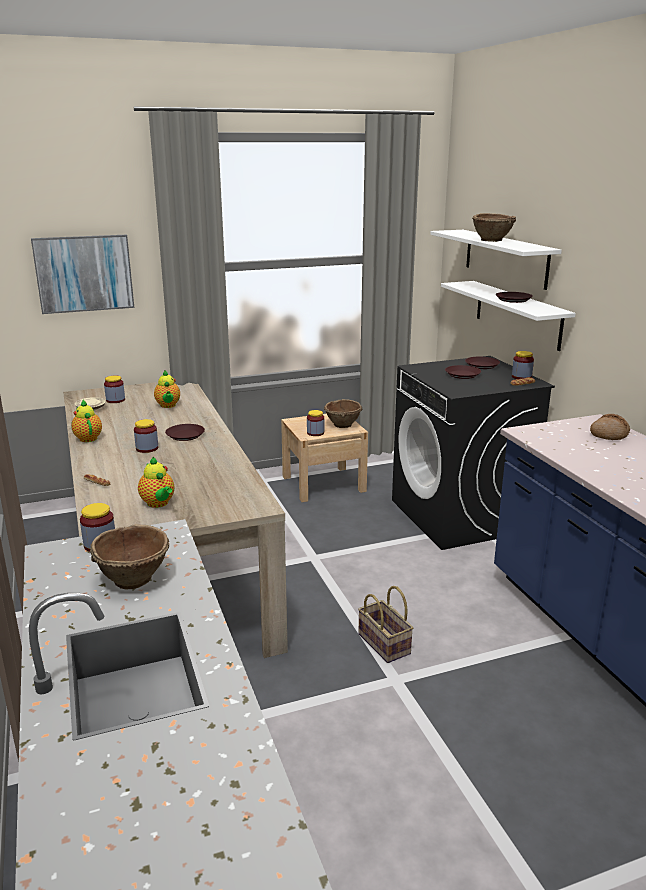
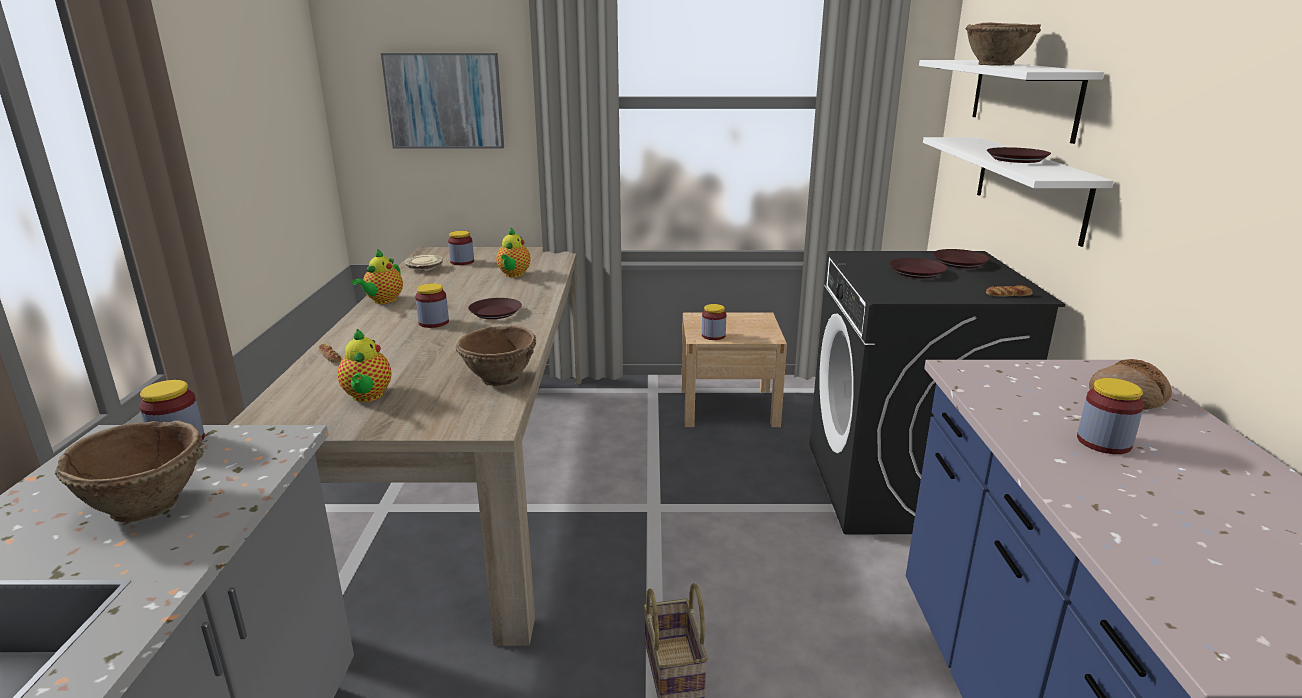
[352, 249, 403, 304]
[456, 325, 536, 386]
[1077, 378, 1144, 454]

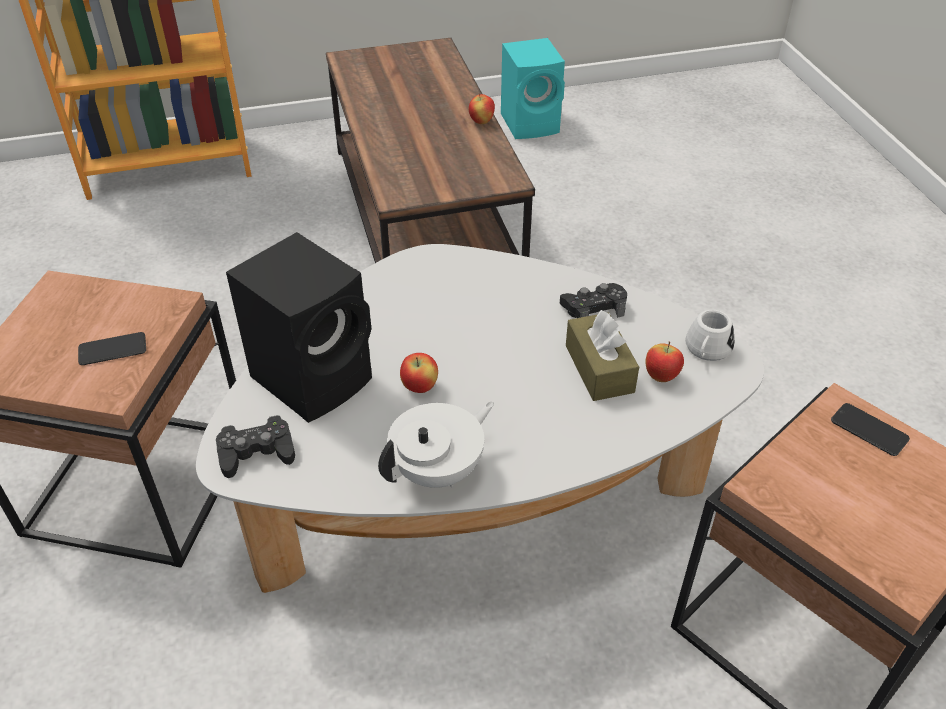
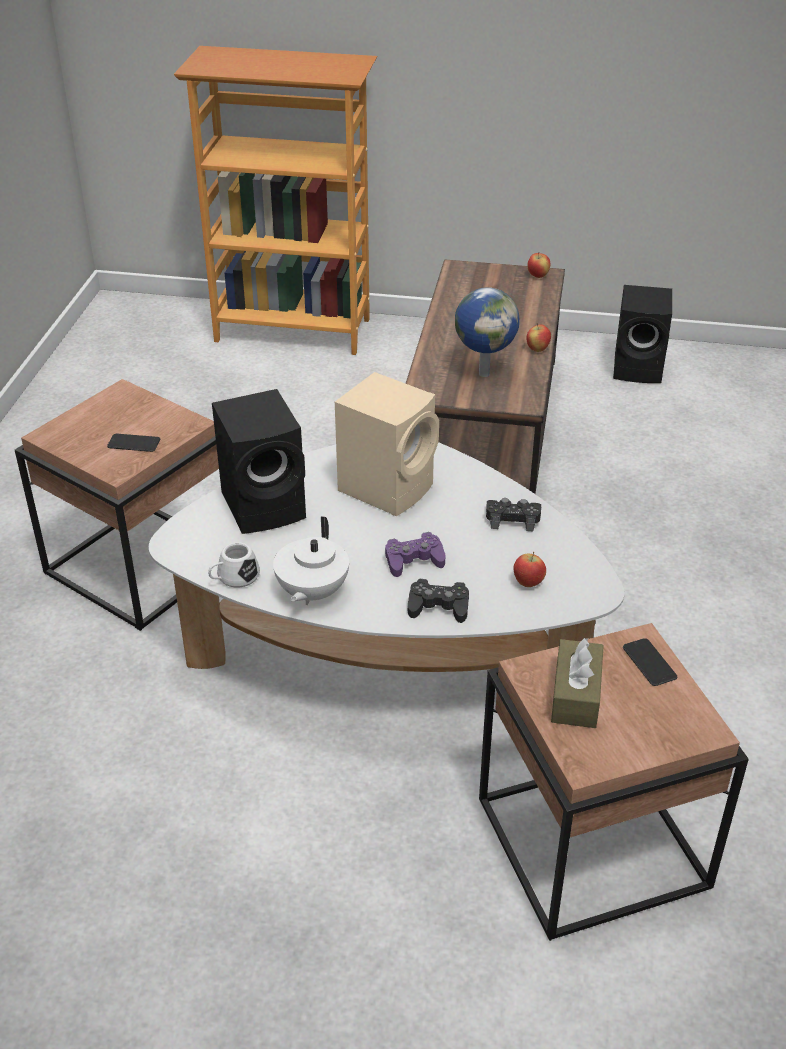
[208, 542, 260, 588]
[273, 516, 349, 605]
[335, 372, 439, 516]
[385, 532, 445, 577]
[408, 579, 469, 623]
[455, 287, 520, 377]
[527, 252, 550, 278]
[551, 638, 604, 728]
[613, 285, 672, 383]

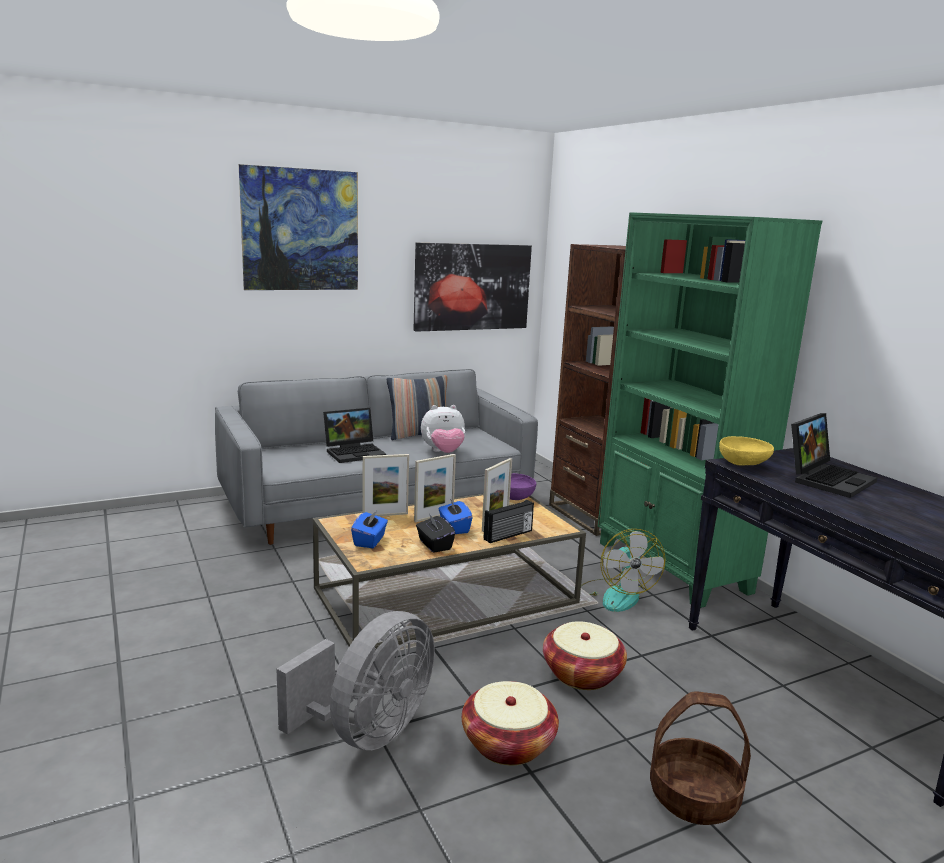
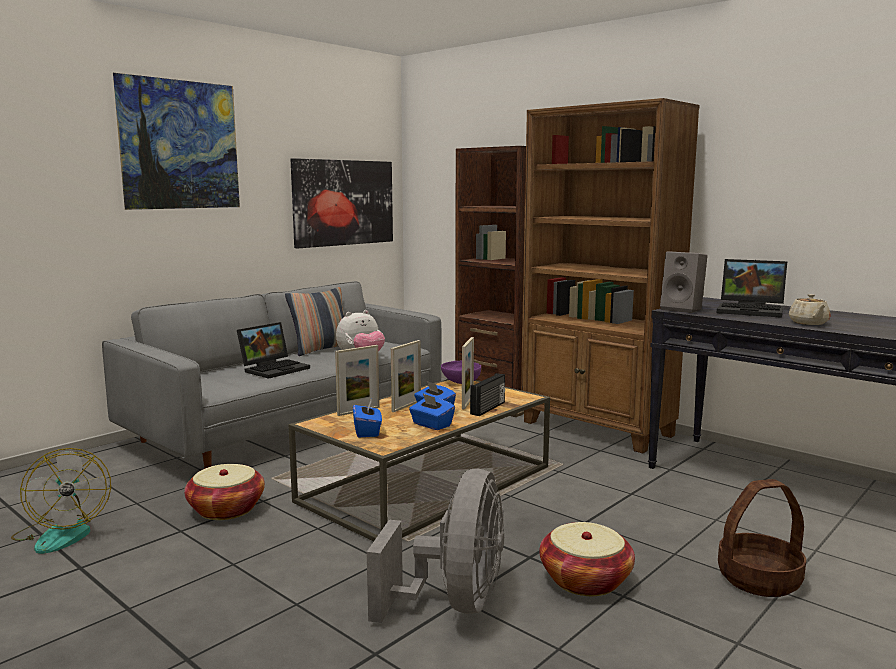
[11, 448, 111, 554]
[184, 464, 265, 520]
[409, 394, 455, 430]
[521, 98, 700, 453]
[660, 251, 708, 313]
[717, 259, 787, 318]
[789, 294, 831, 325]

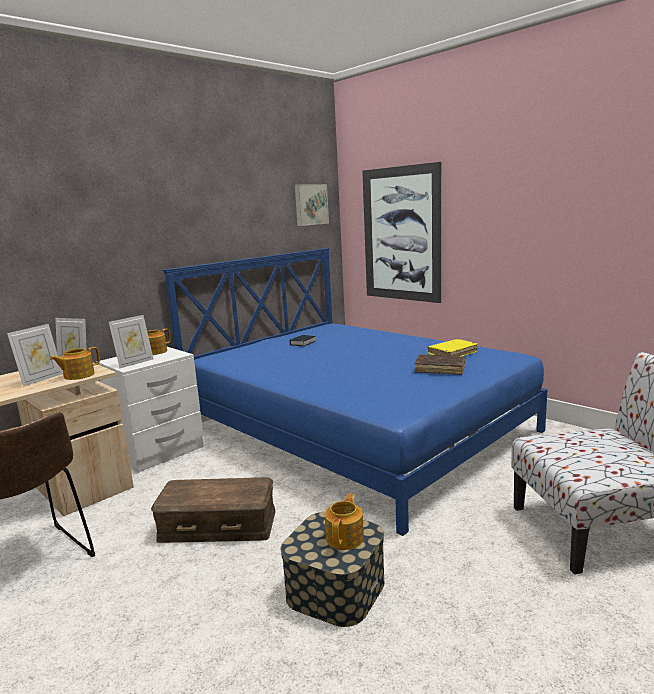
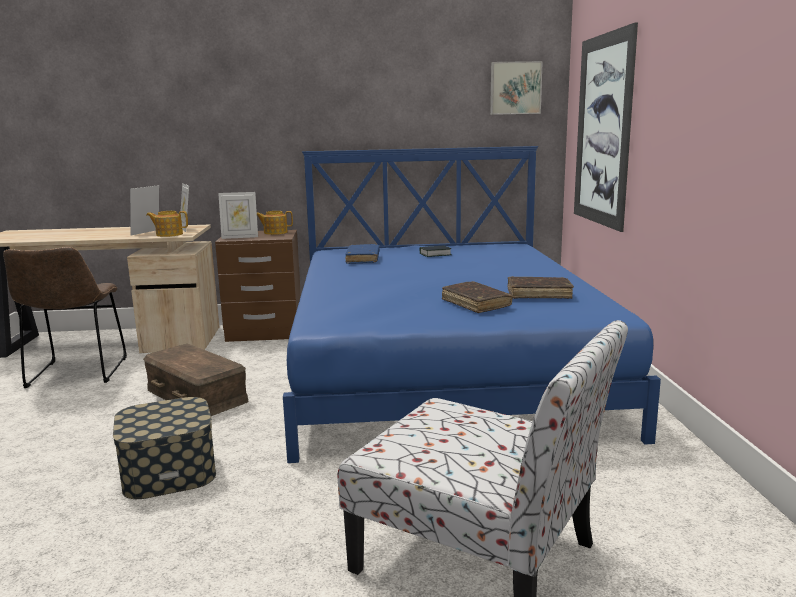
[130, 185, 159, 236]
[215, 230, 301, 342]
[345, 244, 380, 264]
[508, 276, 574, 299]
[325, 493, 364, 550] (first image)

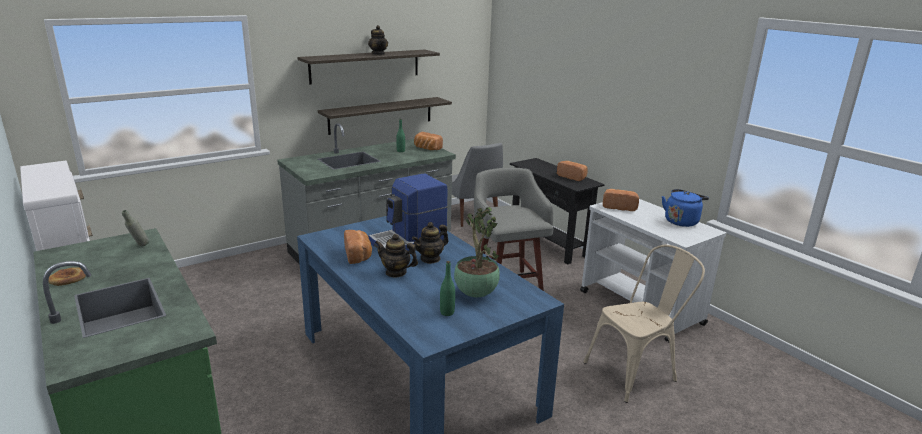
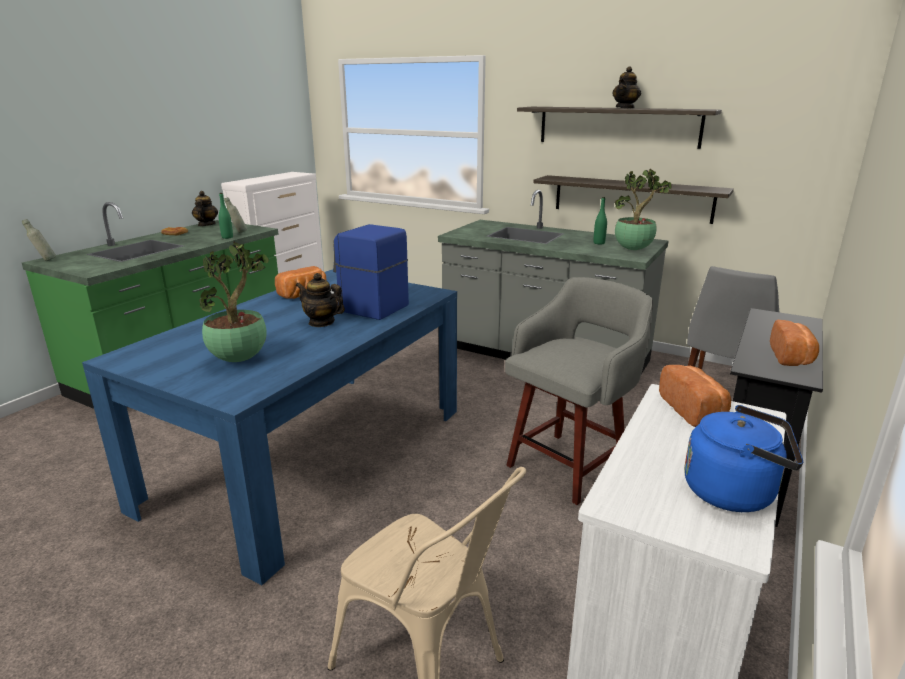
[22, 219, 56, 261]
[192, 191, 218, 226]
[218, 193, 233, 239]
[615, 169, 672, 250]

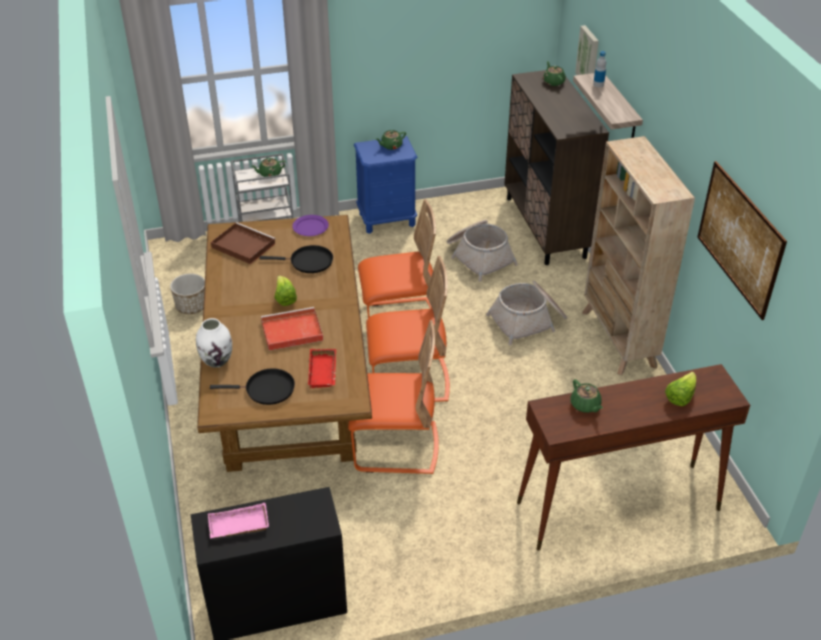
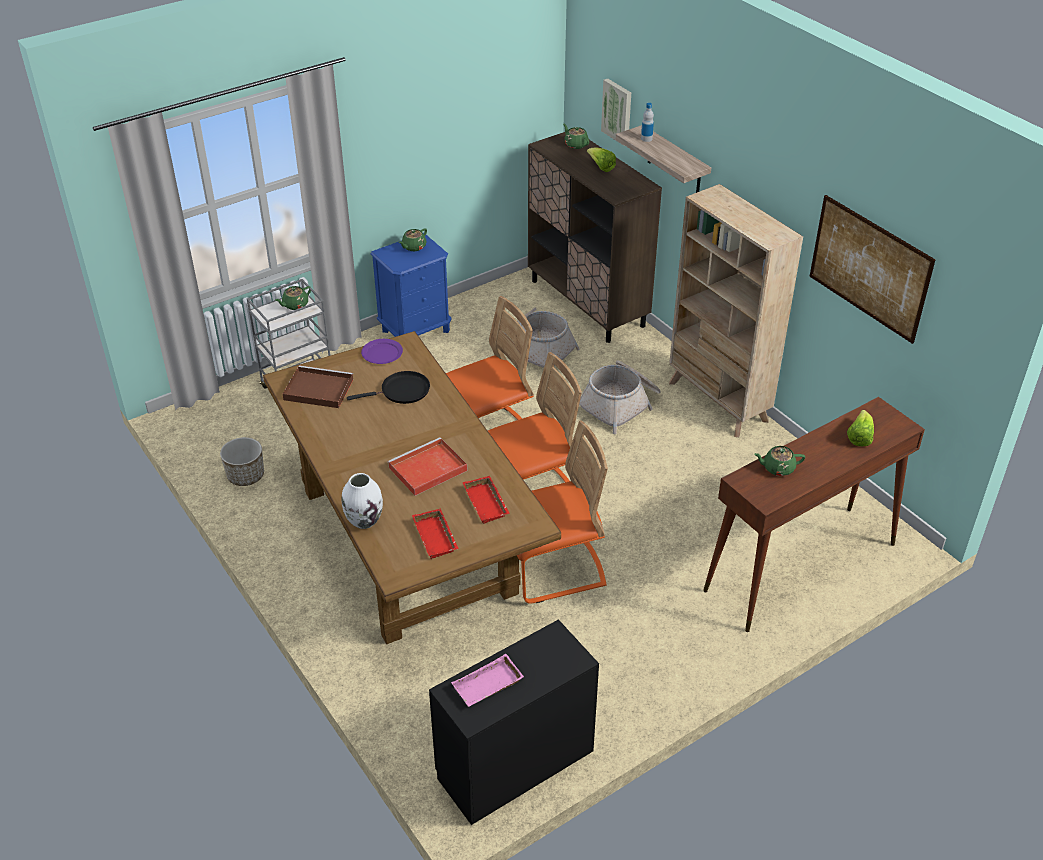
[412, 509, 459, 559]
[587, 147, 616, 172]
[754, 446, 805, 476]

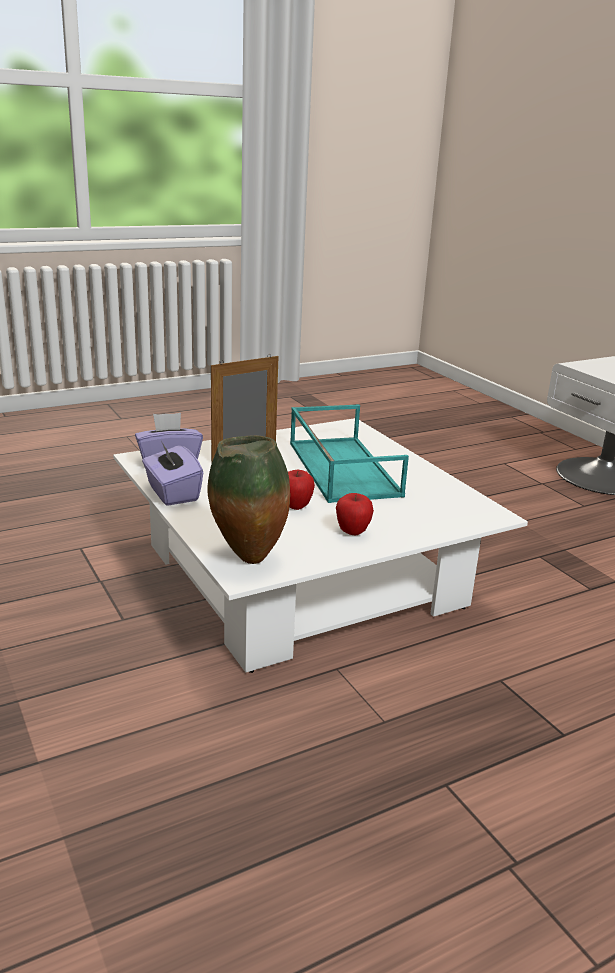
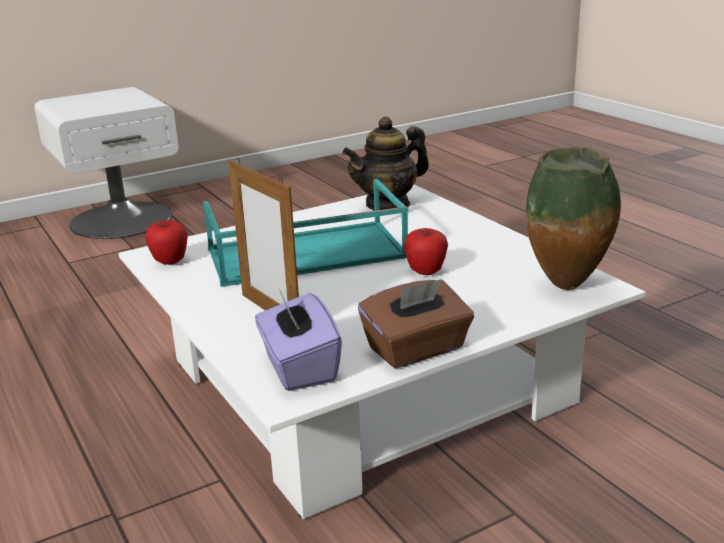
[145, 220, 188, 265]
[342, 116, 429, 210]
[358, 279, 474, 368]

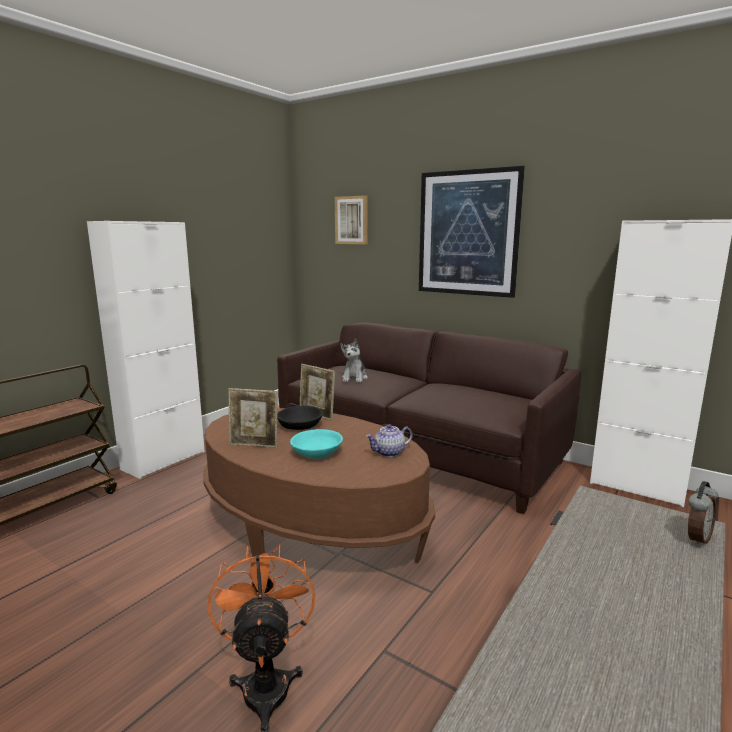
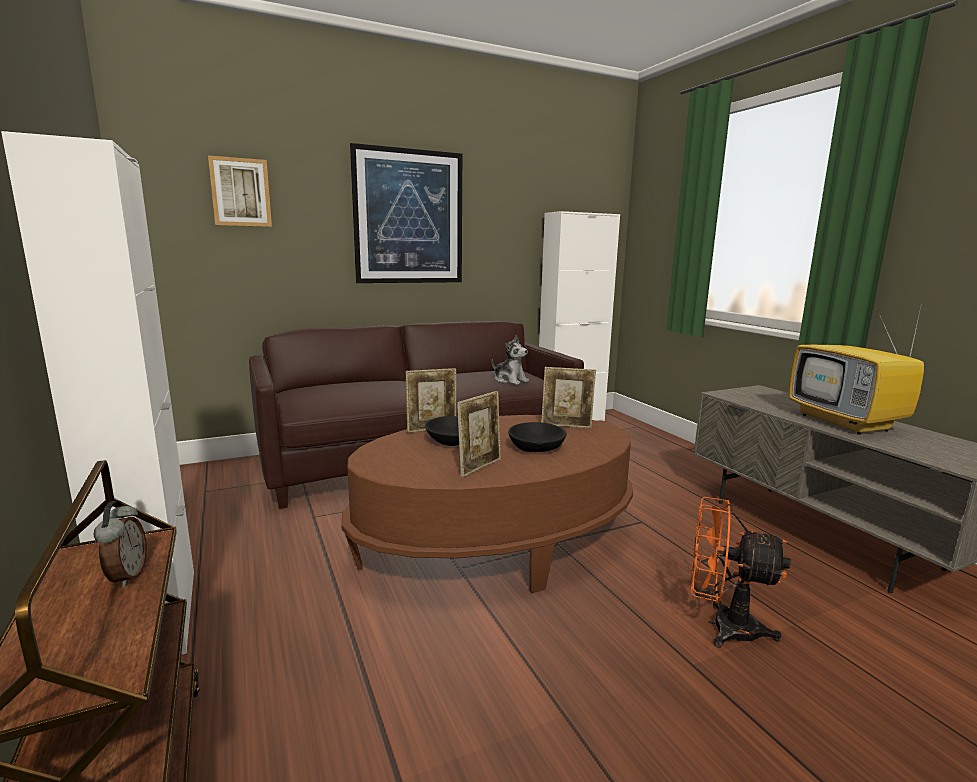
[94, 501, 147, 587]
[492, 335, 529, 385]
[508, 422, 567, 452]
[541, 367, 596, 428]
[789, 303, 924, 435]

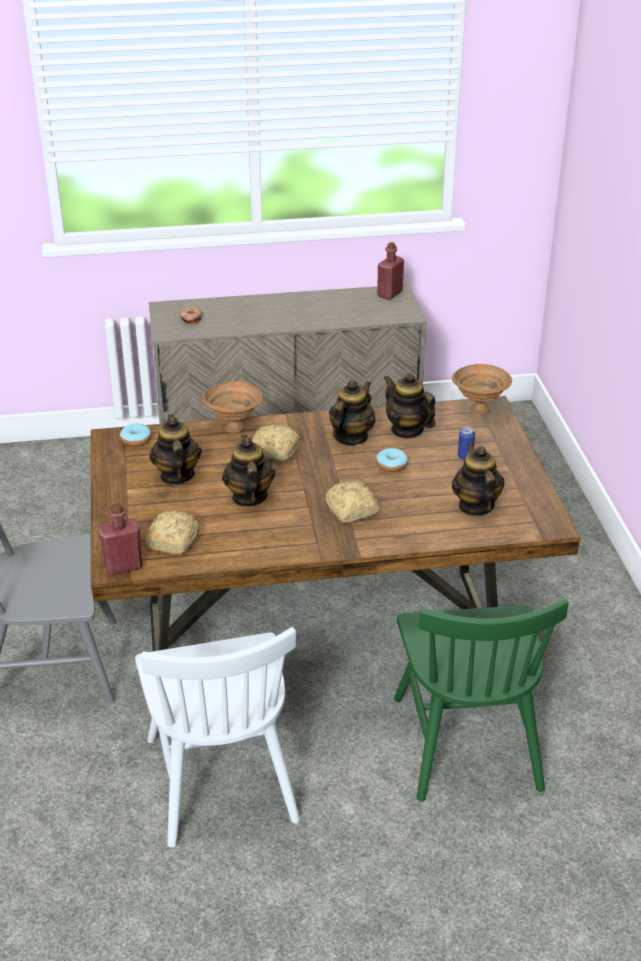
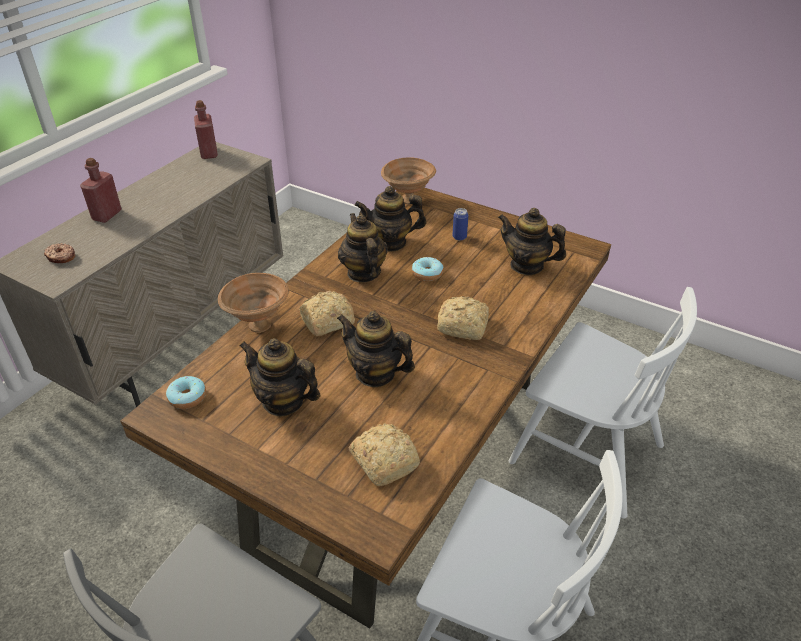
[80, 158, 122, 223]
[509, 287, 697, 519]

